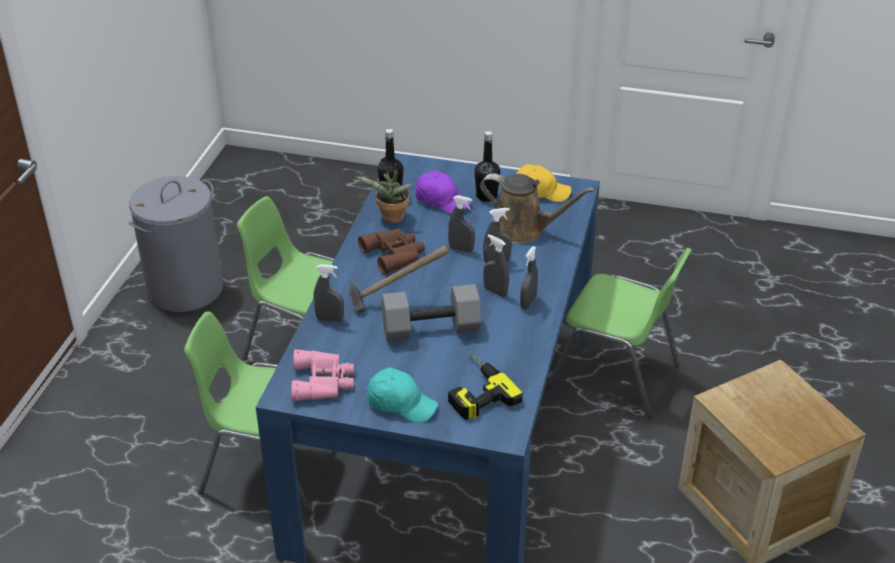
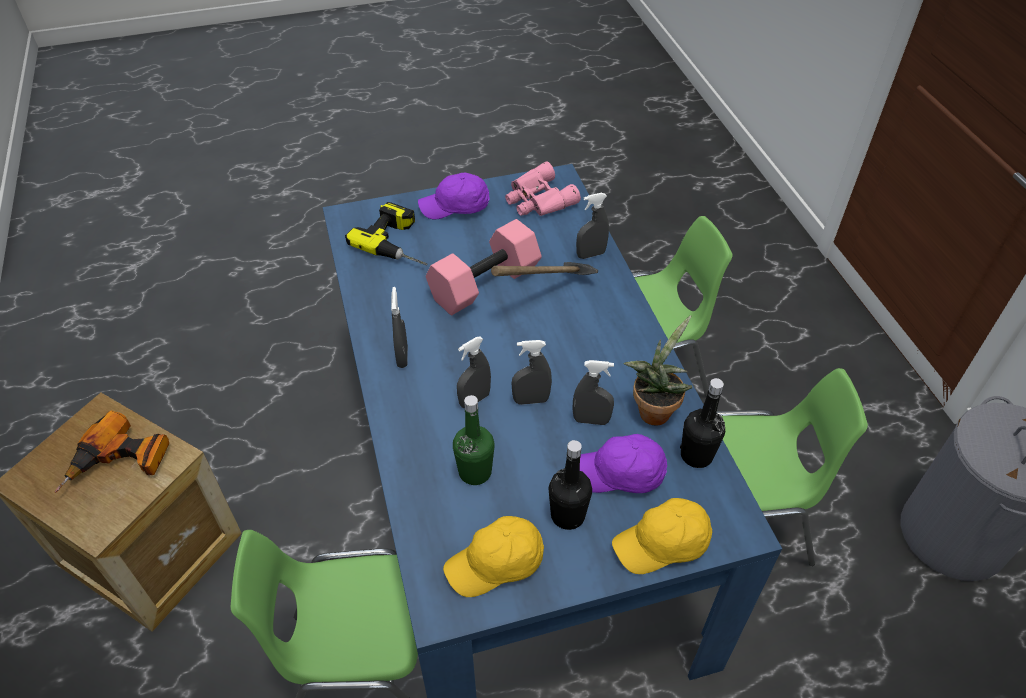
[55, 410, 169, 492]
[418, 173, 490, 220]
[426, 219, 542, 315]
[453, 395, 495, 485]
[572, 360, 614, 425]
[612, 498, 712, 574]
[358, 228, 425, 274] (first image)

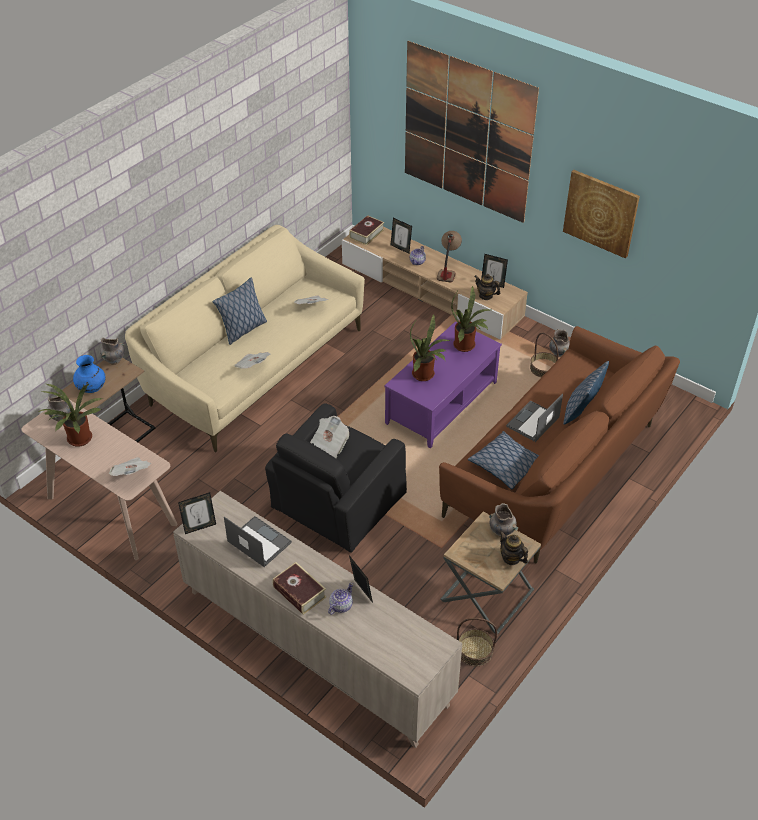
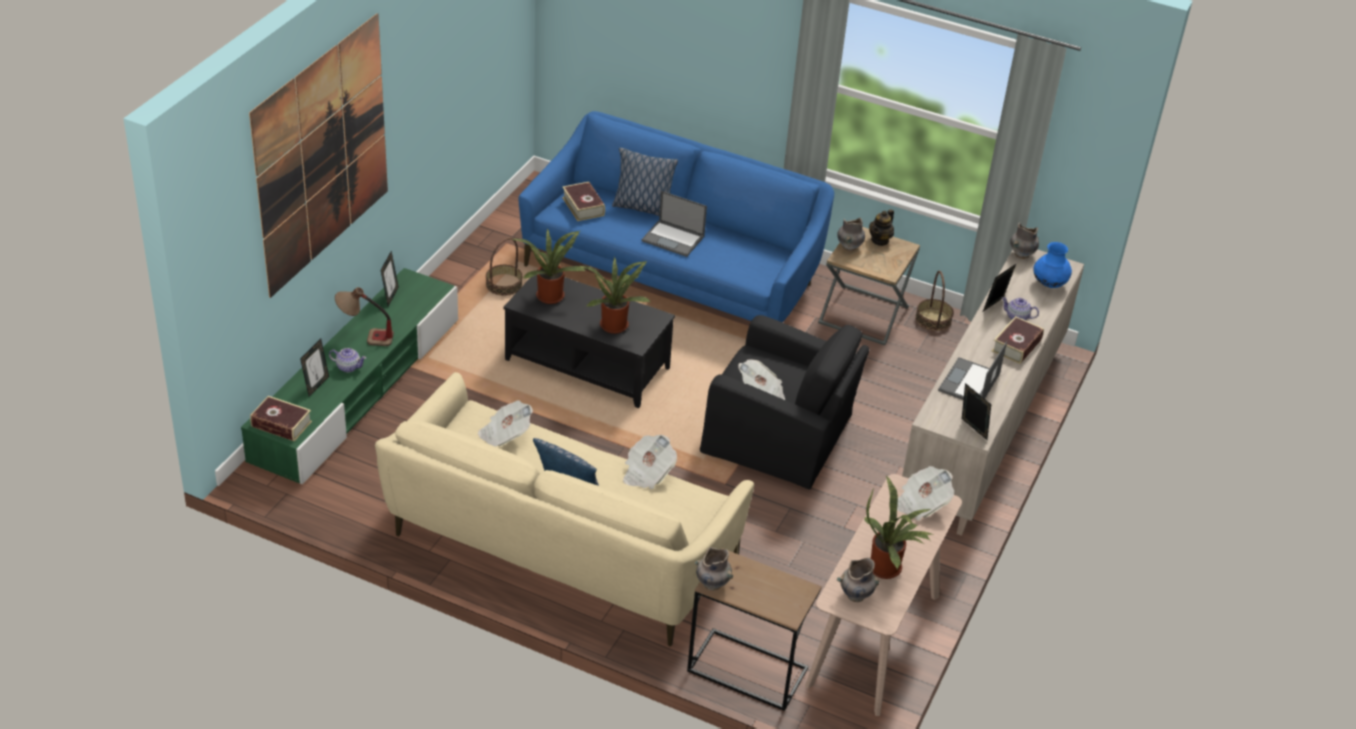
[241, 268, 458, 485]
[503, 275, 675, 408]
[518, 111, 834, 323]
[562, 182, 605, 221]
[1010, 223, 1039, 259]
[1033, 242, 1072, 288]
[468, 431, 539, 489] (first image)
[474, 274, 500, 300] (first image)
[563, 170, 640, 259] (first image)

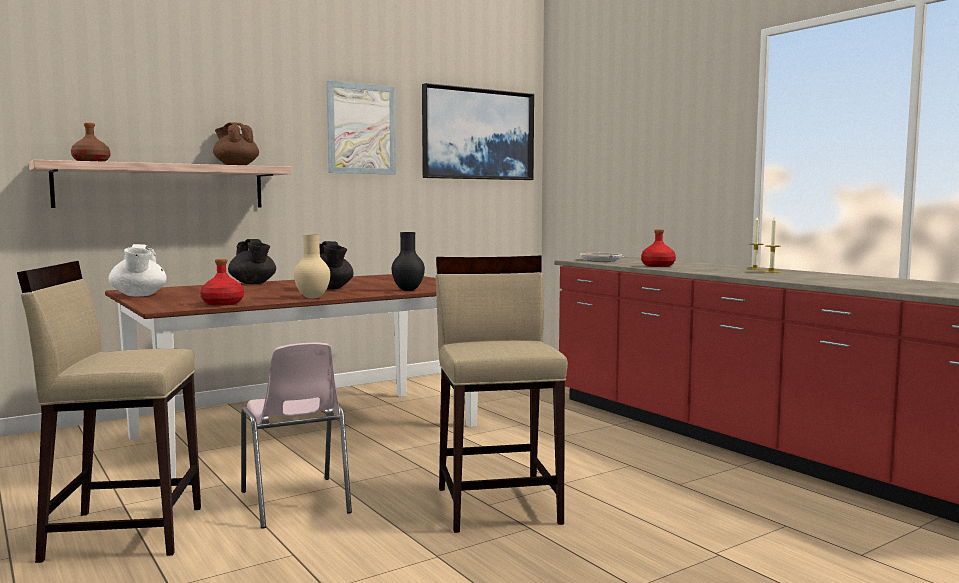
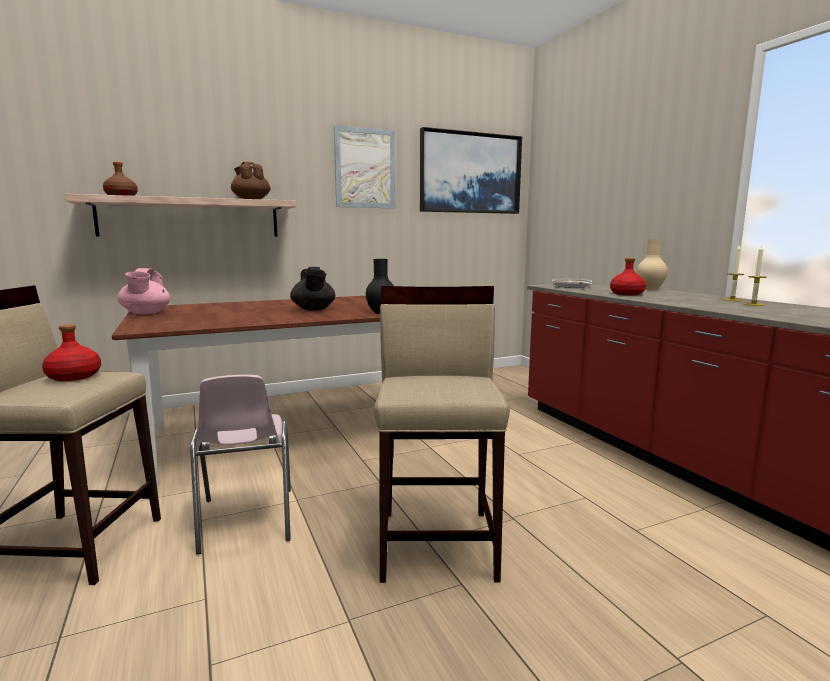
[42, 324, 101, 381]
[118, 268, 170, 314]
[636, 239, 668, 290]
[228, 239, 276, 284] (first image)

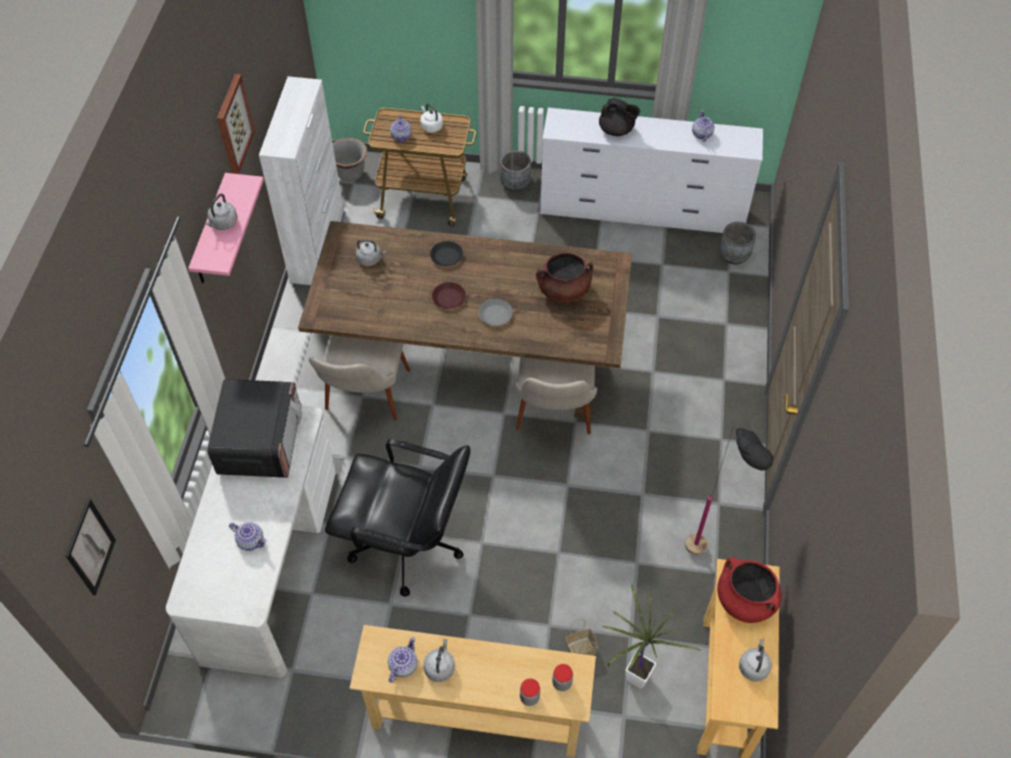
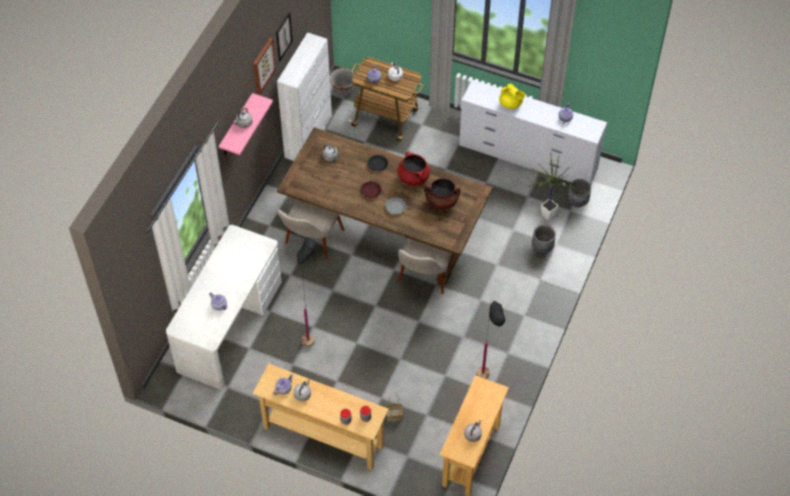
[276, 12, 293, 62]
[297, 237, 316, 347]
[397, 151, 430, 186]
[499, 84, 525, 109]
[529, 153, 578, 220]
[532, 225, 556, 254]
[208, 379, 302, 478] (first image)

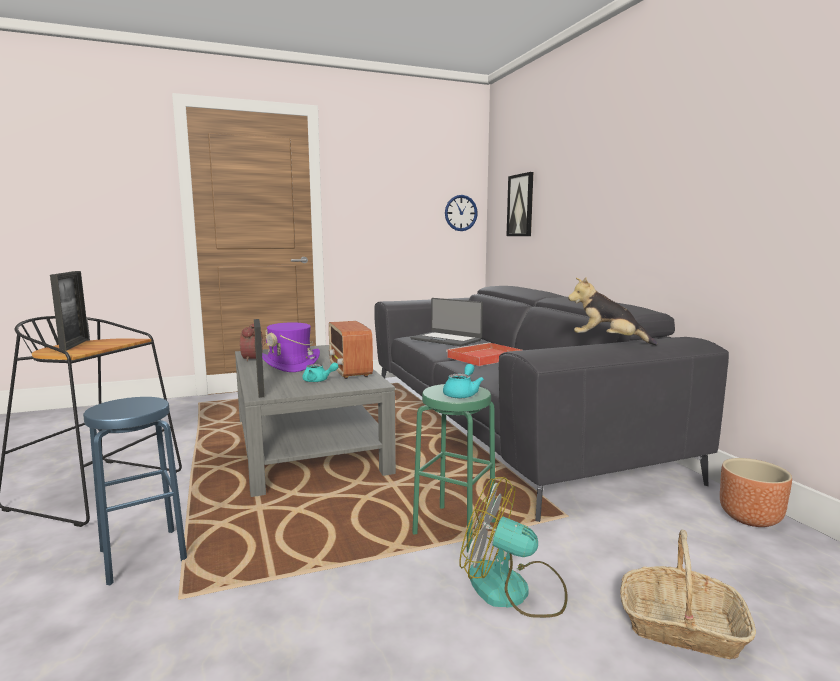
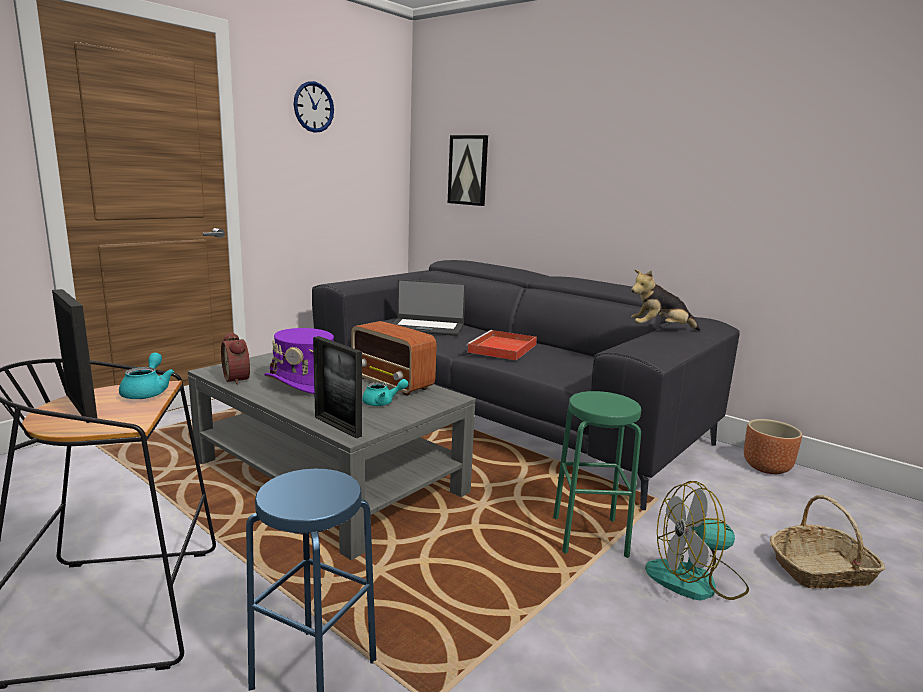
[119, 353, 174, 399]
[294, 81, 334, 133]

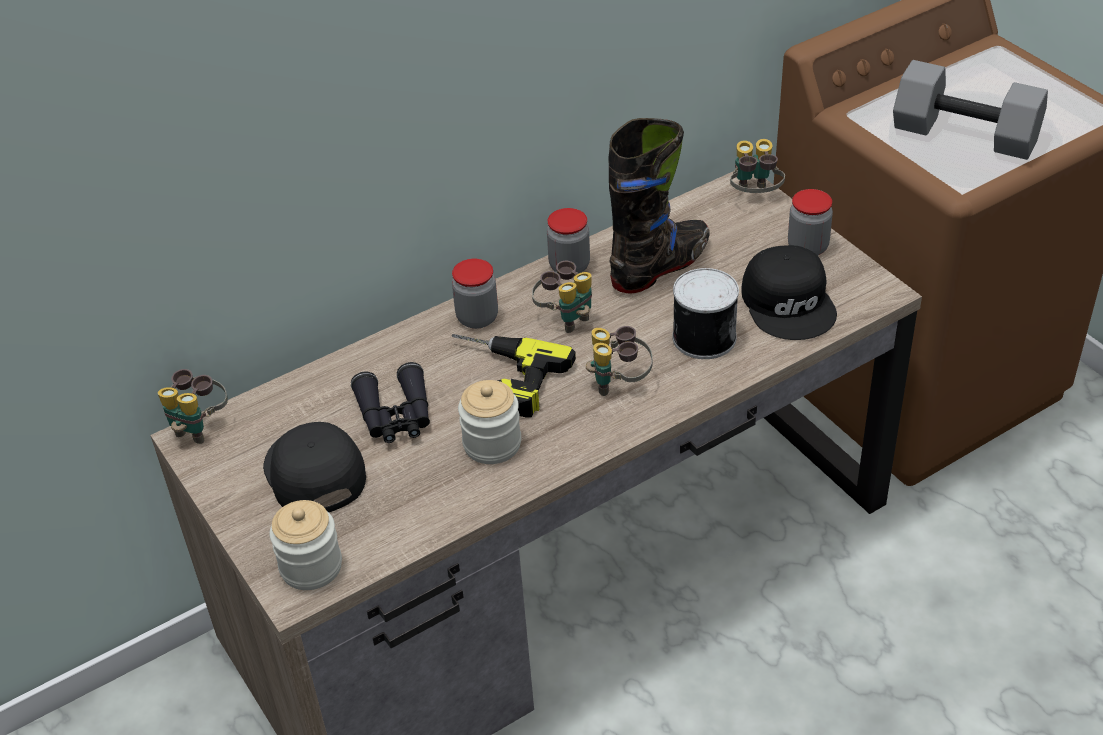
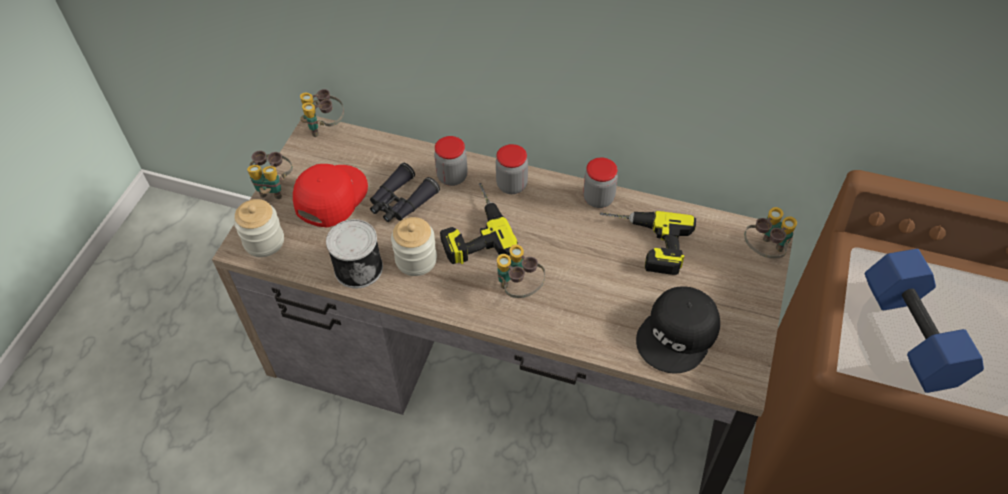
[247, 151, 293, 199]
[293, 164, 368, 227]
[326, 219, 383, 288]
[434, 136, 468, 186]
[599, 211, 696, 275]
[865, 249, 984, 393]

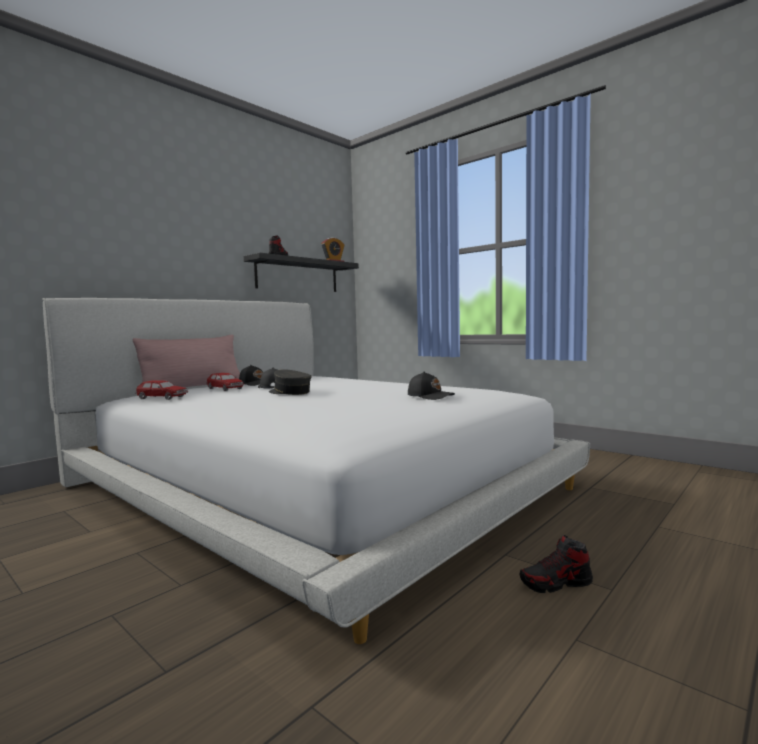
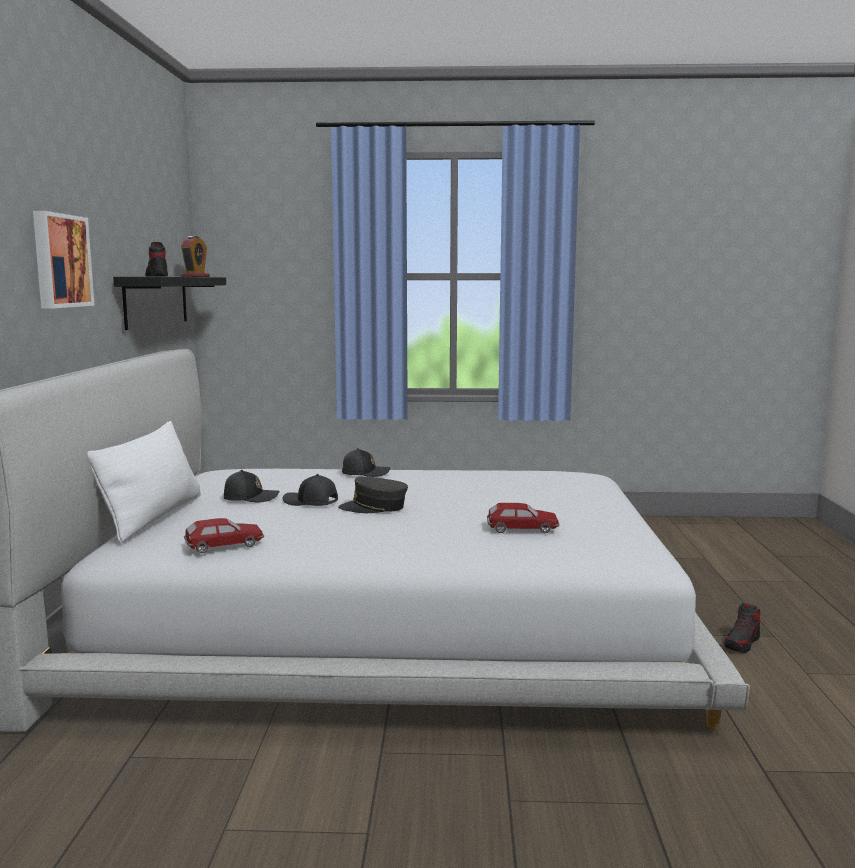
[33, 211, 95, 309]
[87, 421, 201, 543]
[342, 448, 391, 477]
[487, 503, 560, 533]

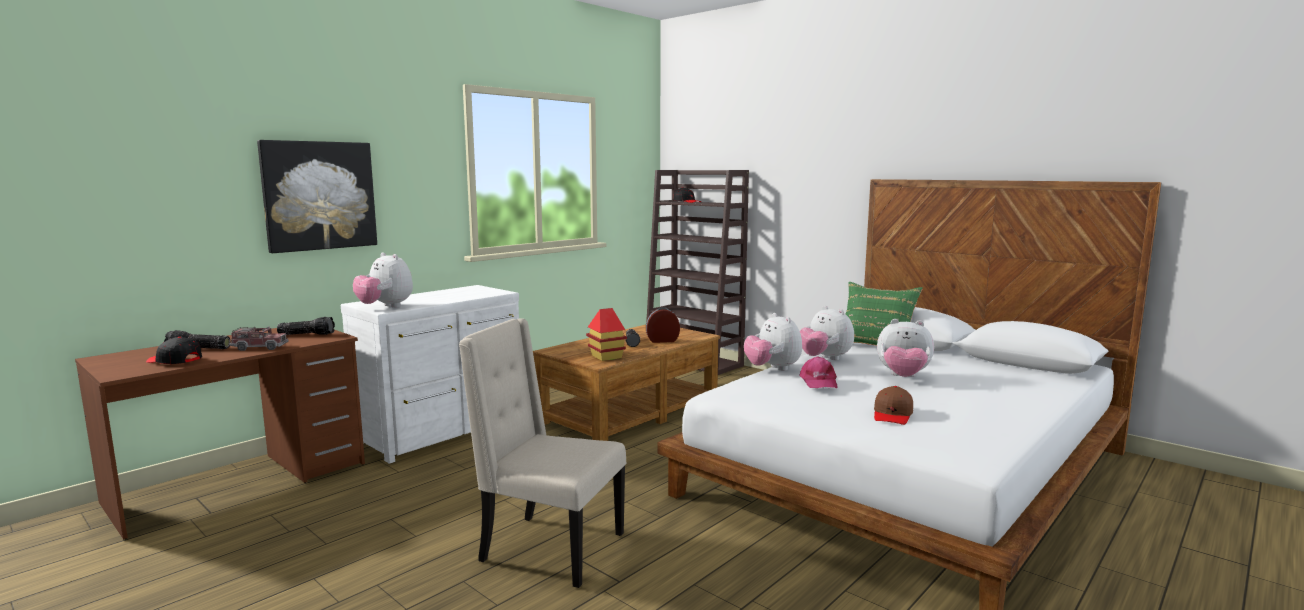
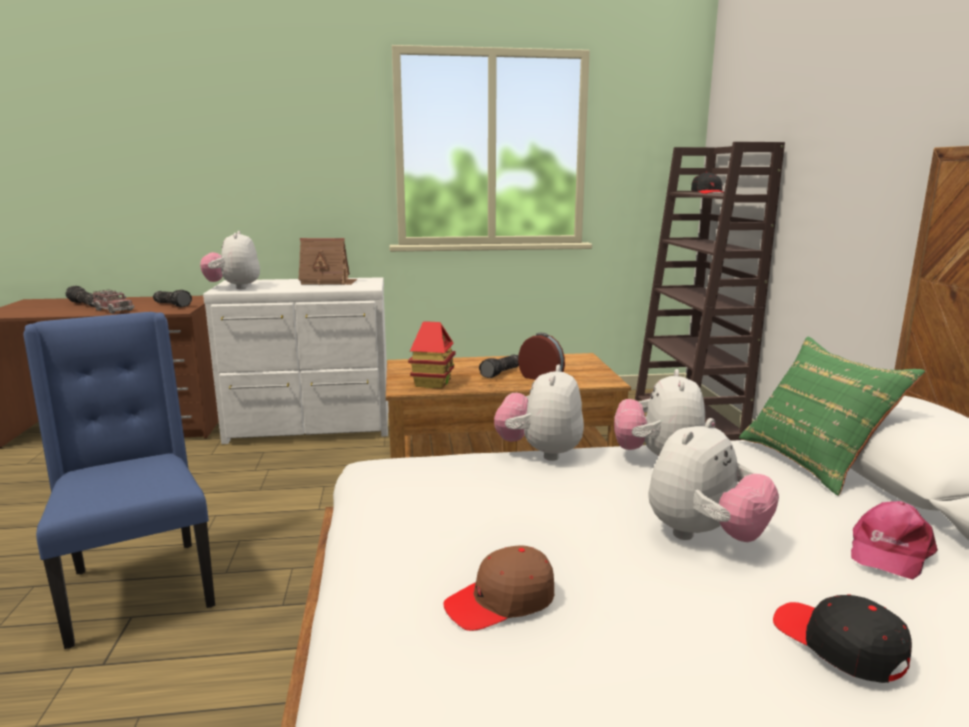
[24, 312, 215, 649]
[298, 238, 357, 286]
[648, 418, 779, 542]
[773, 594, 912, 683]
[851, 501, 938, 580]
[257, 140, 377, 253] (first image)

